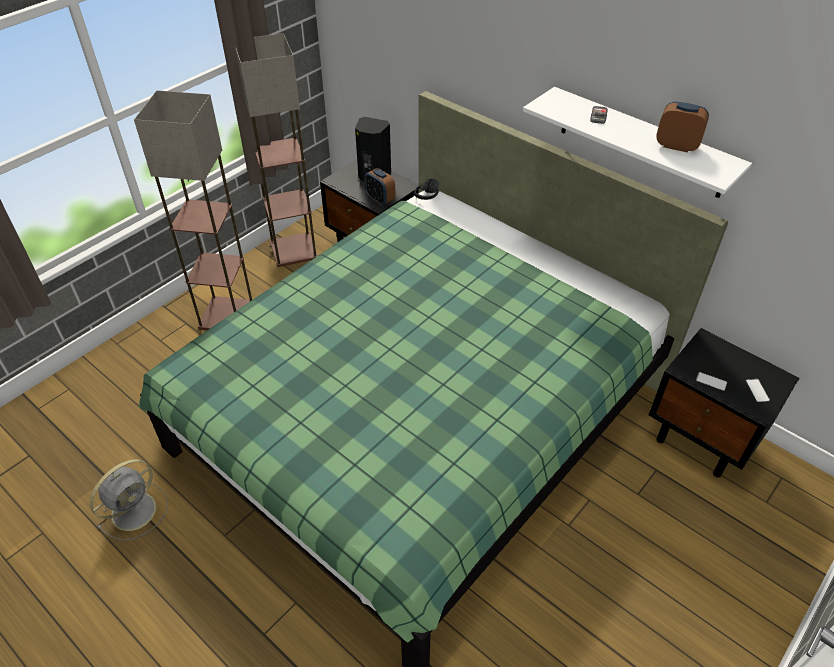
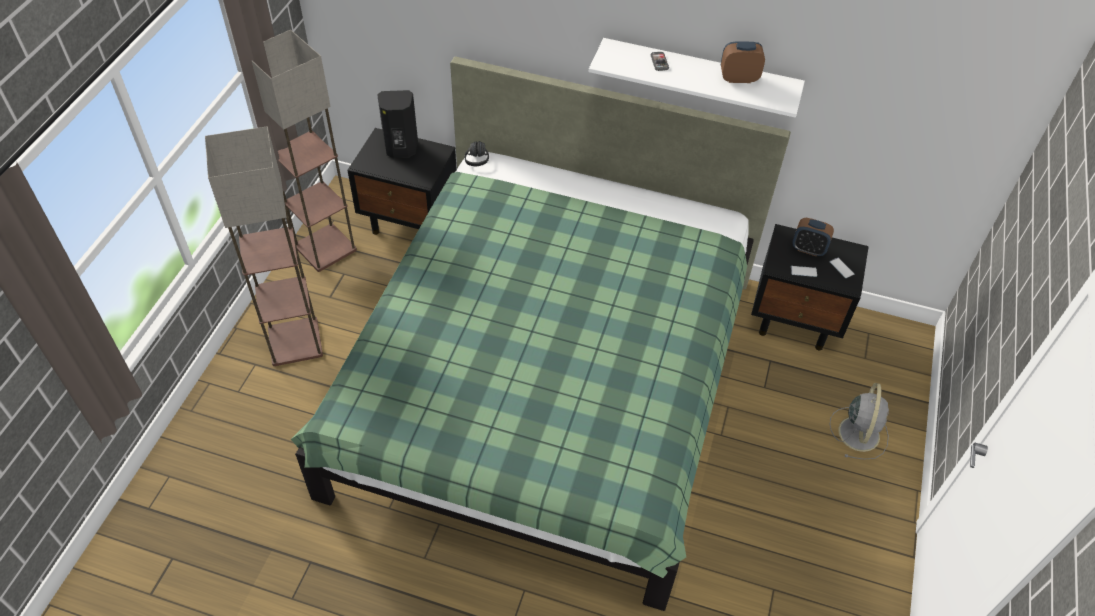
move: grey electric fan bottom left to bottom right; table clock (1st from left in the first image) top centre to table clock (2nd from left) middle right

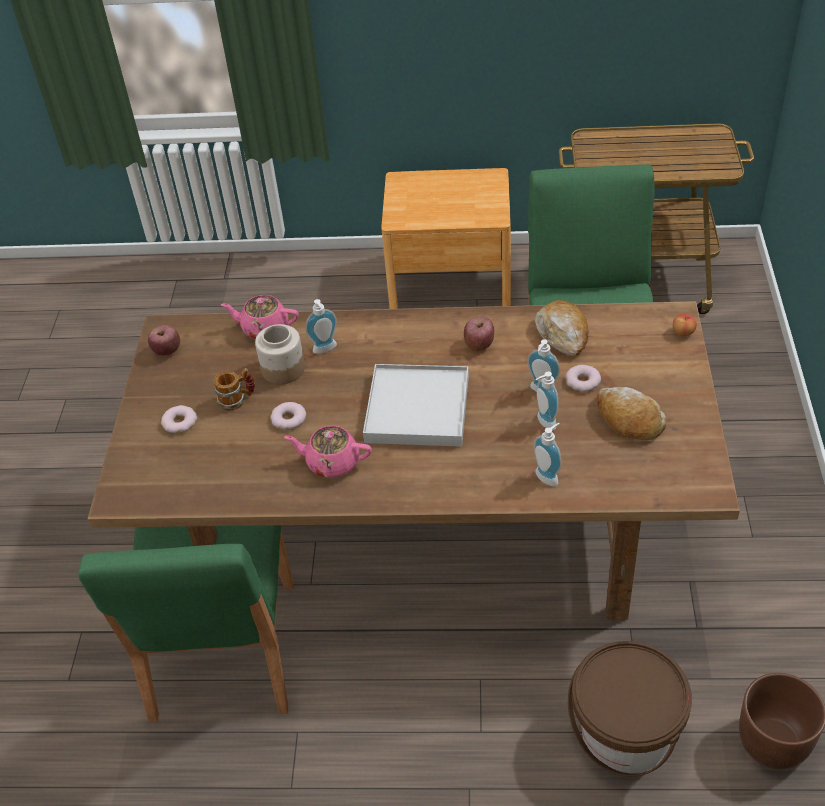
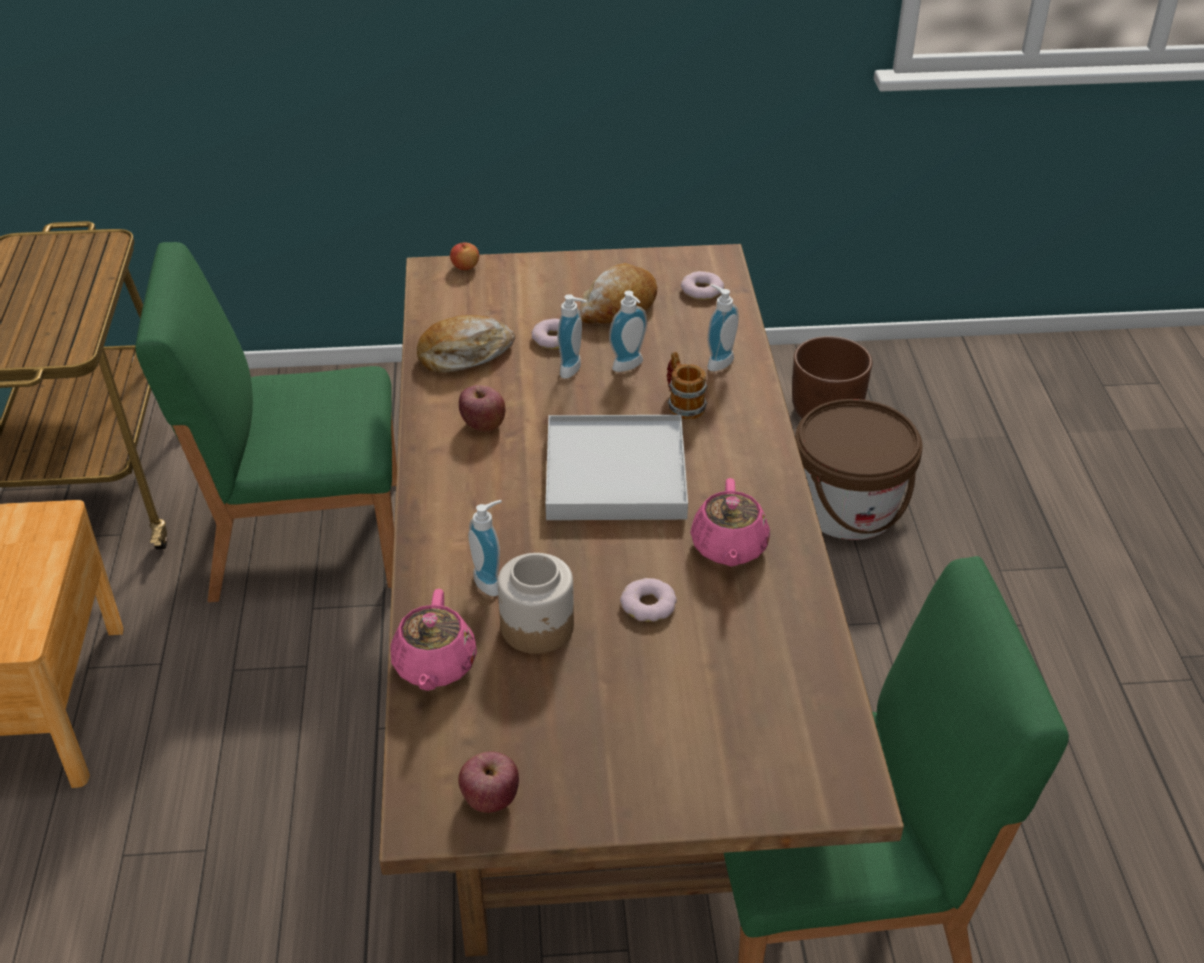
move: donut (1st from left in the first image) middle left to donut (3rd from left) top centre; mug middle left to centre

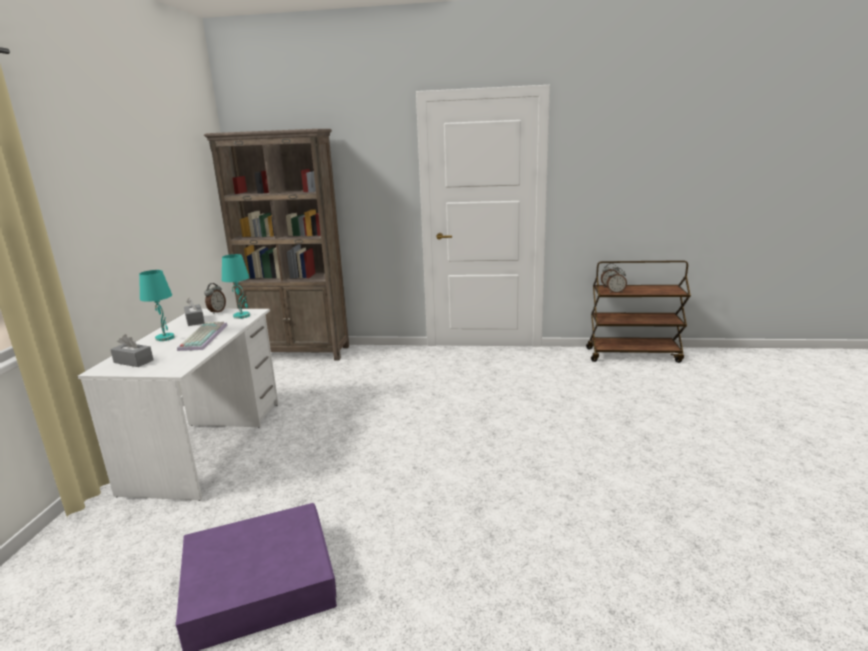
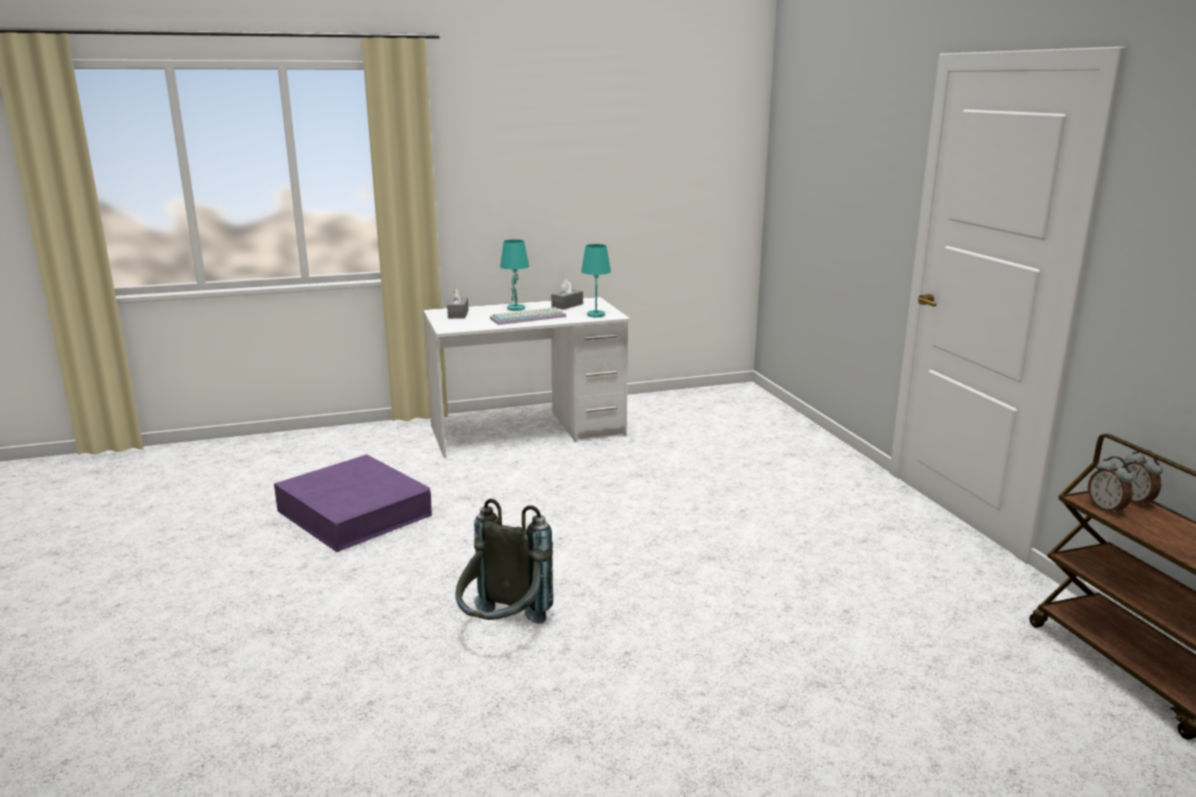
delete: brown shelving unit middle left; table clock (1st from left) middle left
insert: grey knapsack bottom centre

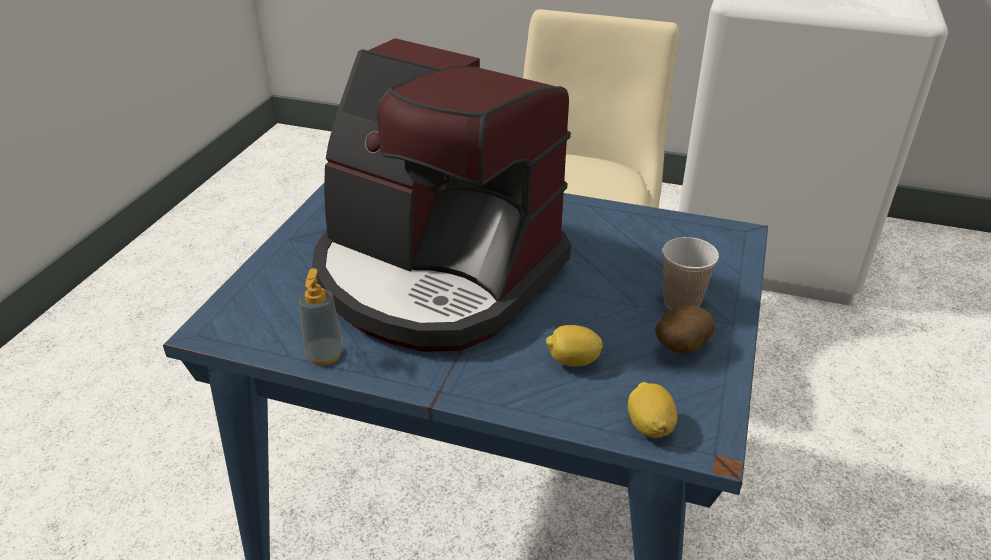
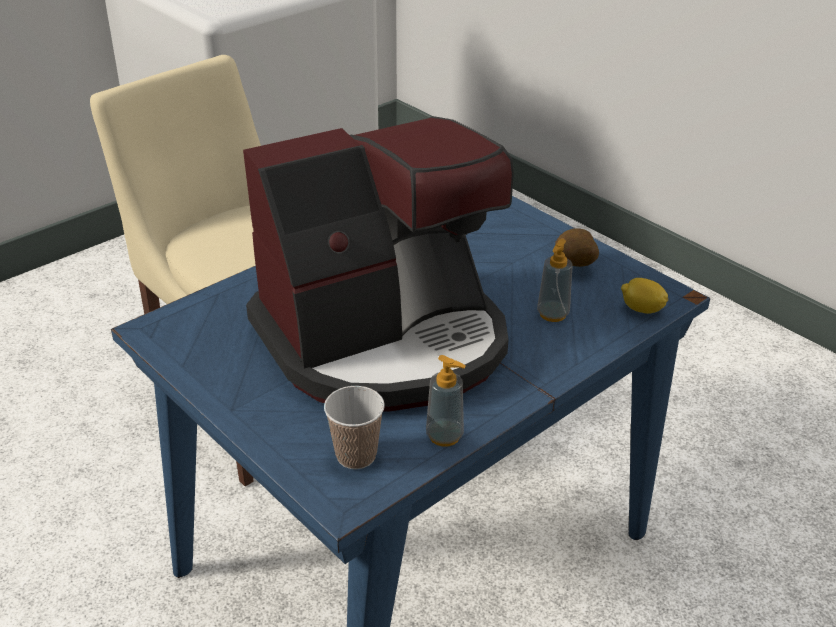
move: small cup middle right to bottom centre
replace: whole lemon (1st from left) centre to liquid soap bottle (2nd from left) centre

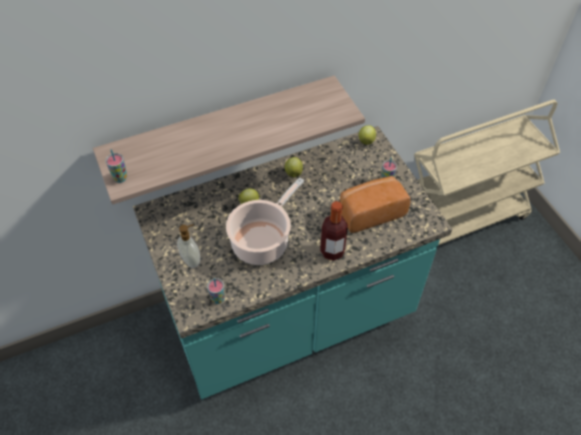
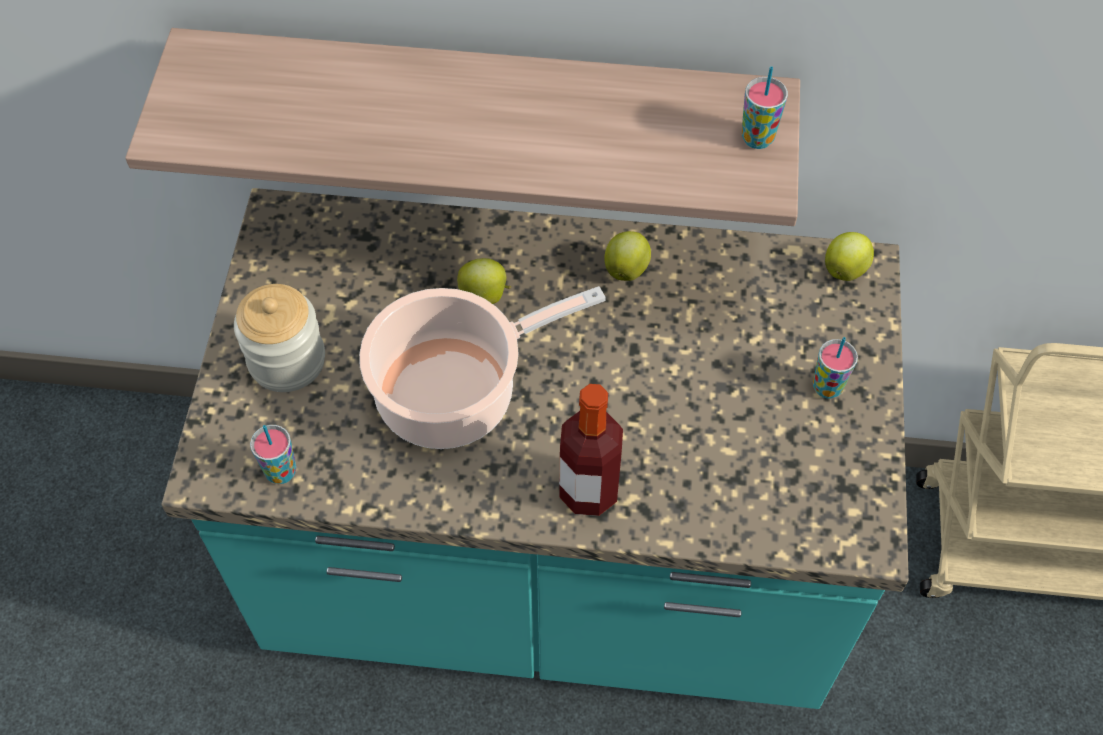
delete: baked bread centre
move: small cup (1st from left in the first image) middle left to small cup (2nd from left) top right
replace: liquid soap bottle middle left to preserve jar middle left

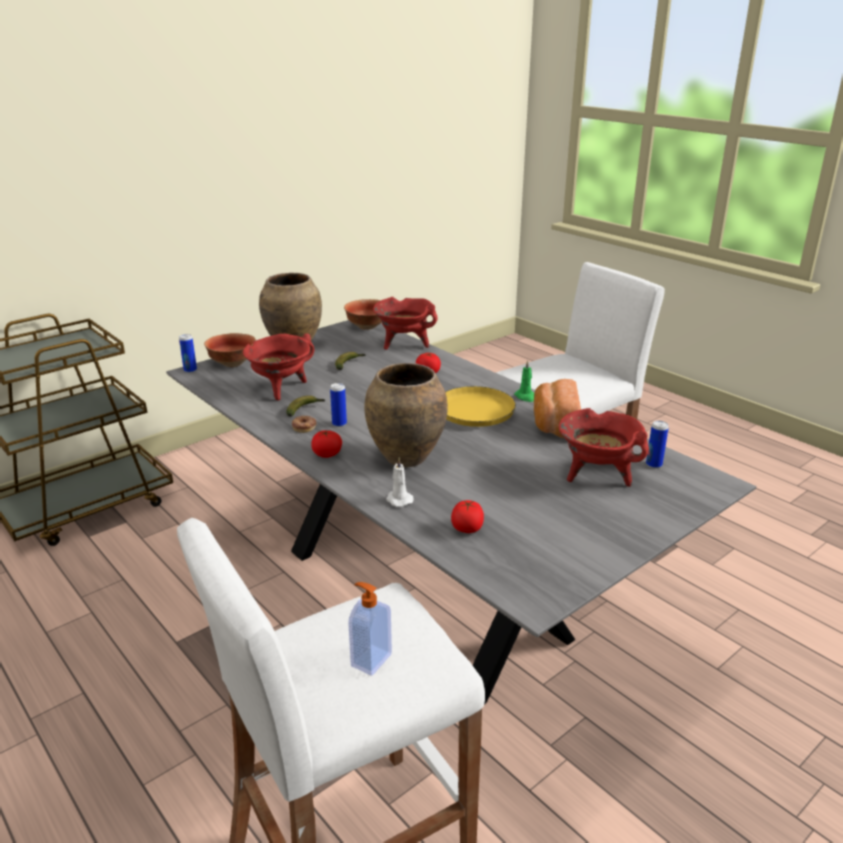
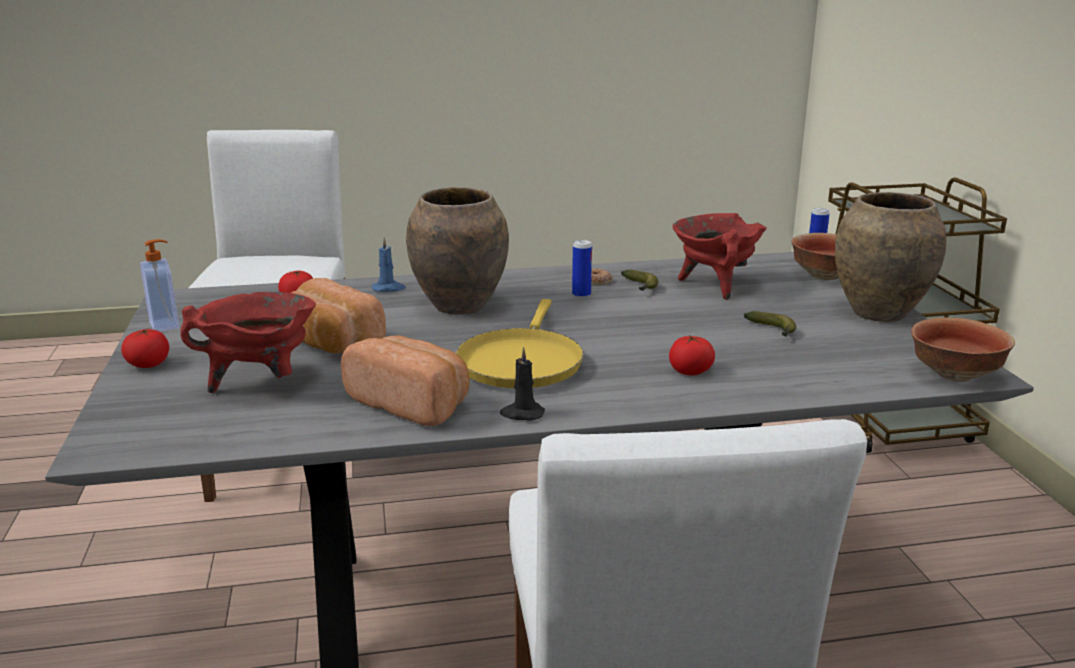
delete: red stockpot (2nd from left) centre; sealed can (3rd from left) middle right
insert: baked bread (1st from left) middle left
move: fresh tomato (1st from left) centre to middle left; liquid soap bottle bottom centre to middle left
recolor: white candle centre to blue candle centre; green candle centre to blackish candle centre

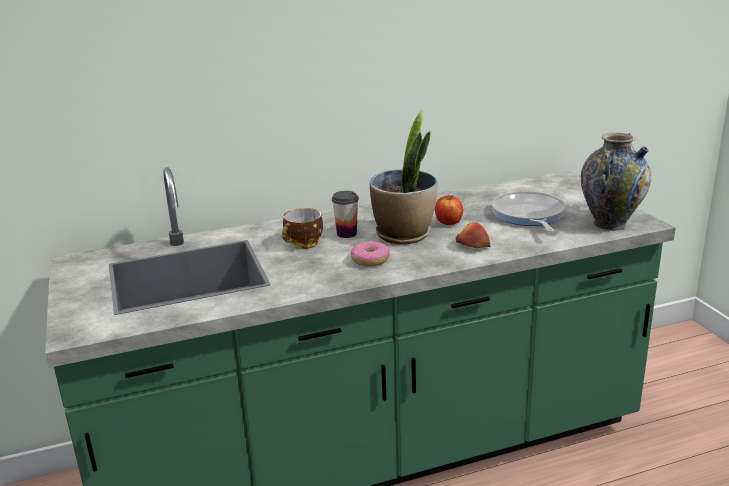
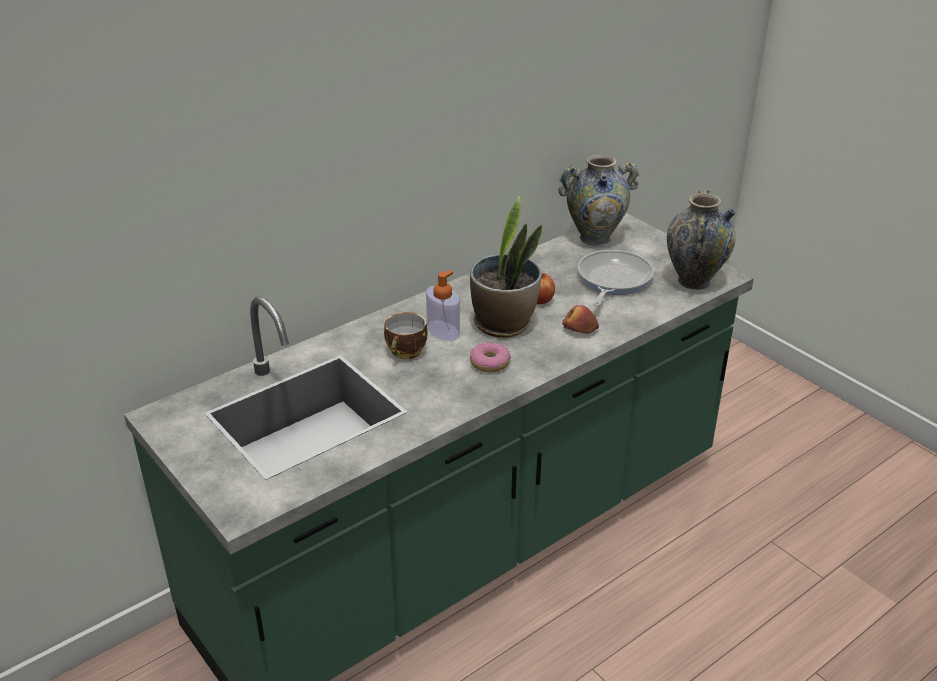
insert: decorative vase (1st from left) top centre
replace: small cup (2nd from left) centre to liquid soap bottle centre
rotate: pan middle right = centre 45 degrees clockwise

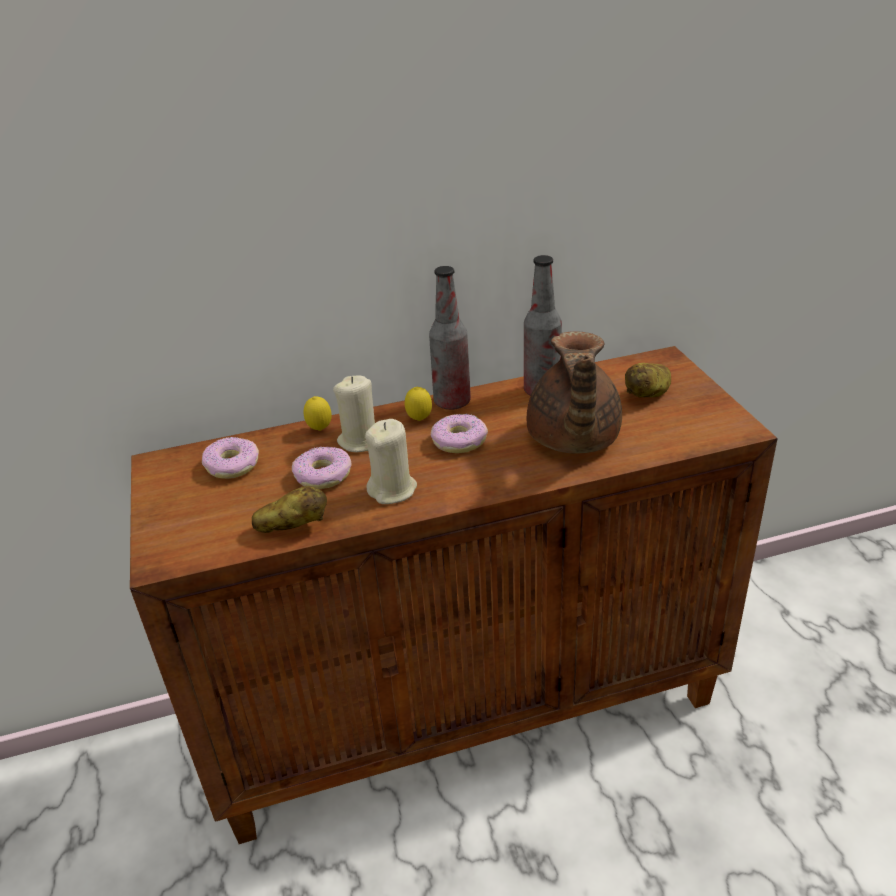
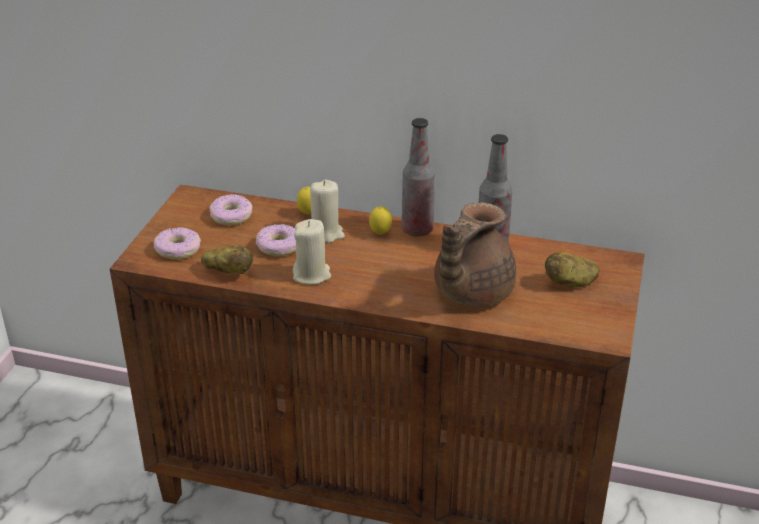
move: donut (3rd from left in the first image) centre to donut (1st from left) middle left

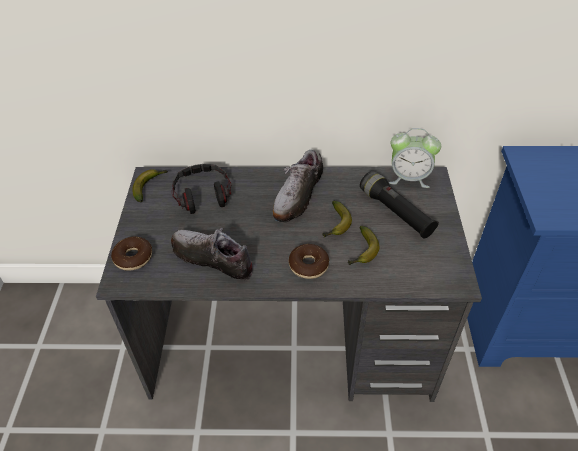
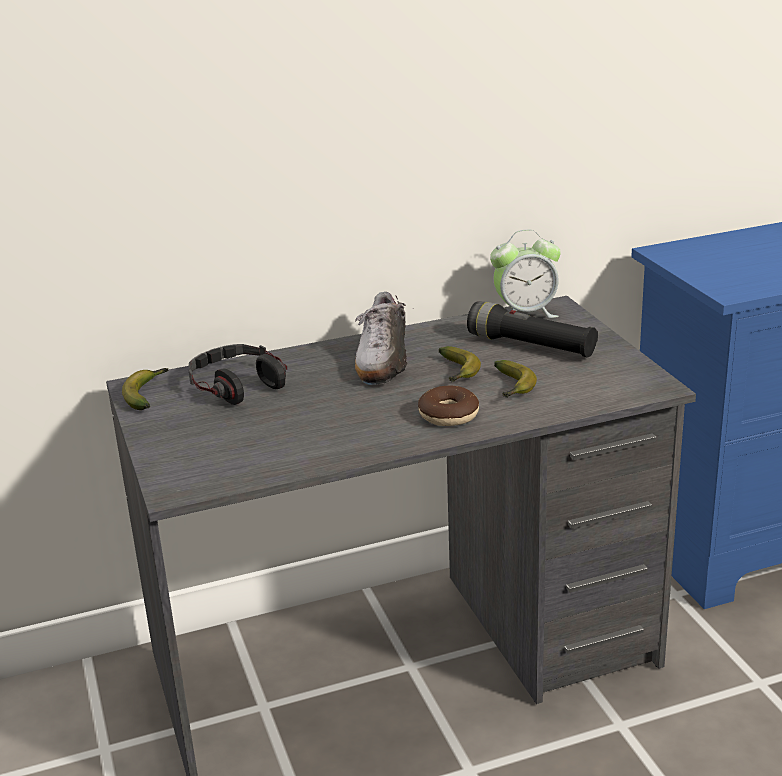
delete: donut (1st from left) middle left; low shoe (1st from left) centre

